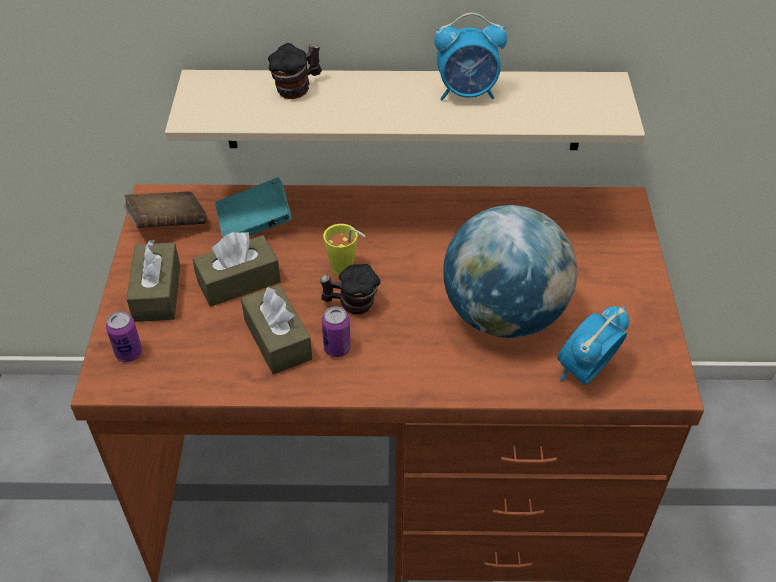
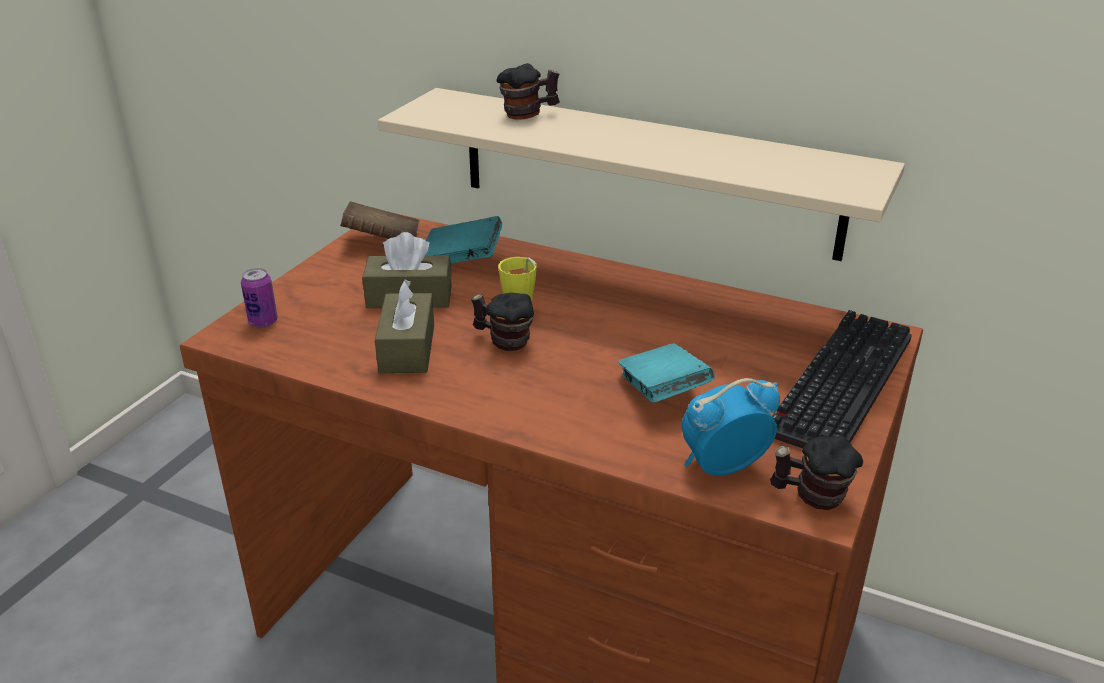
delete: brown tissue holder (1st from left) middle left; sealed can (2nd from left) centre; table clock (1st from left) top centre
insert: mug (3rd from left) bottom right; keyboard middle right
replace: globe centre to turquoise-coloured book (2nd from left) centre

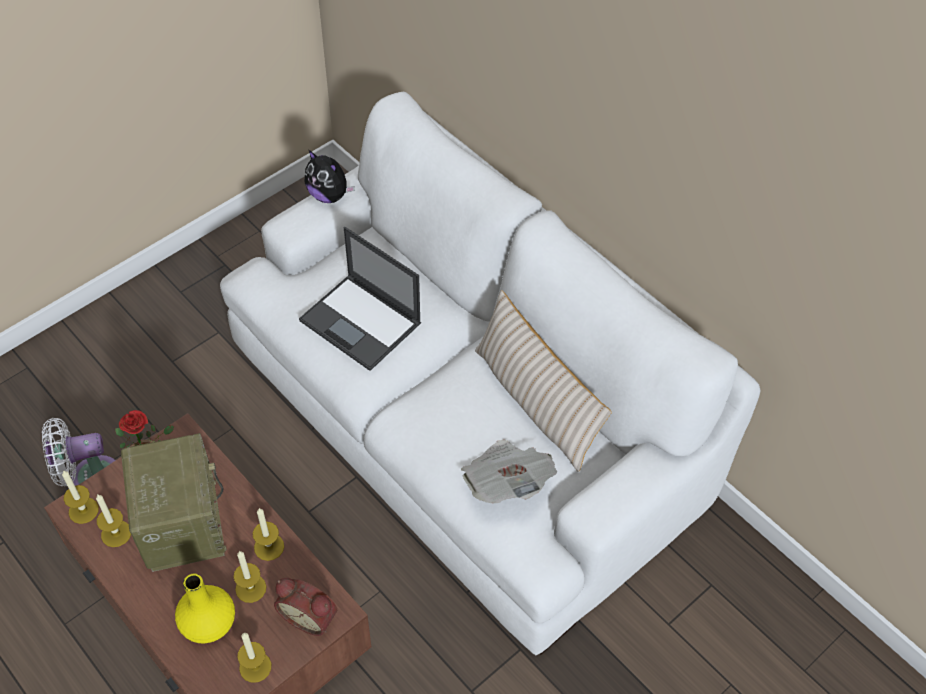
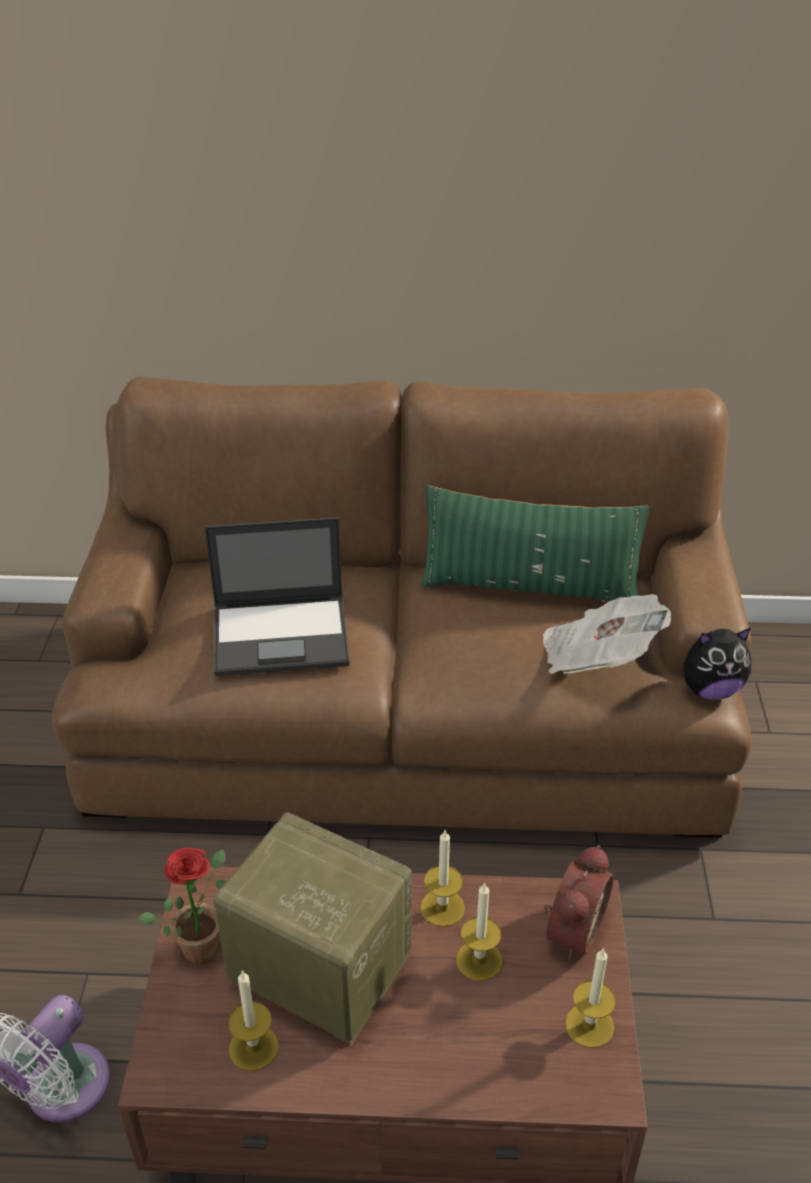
delete: candle (1st from left) bottom left; yellowish decorative vase bottom left
move: plush toy top centre to middle right
recolor: white settee centre to brown settee centre; sand-coloured cushion centre to green cushion centre
rotate: table clock bottom left = bottom right 45 degrees counterclockwise

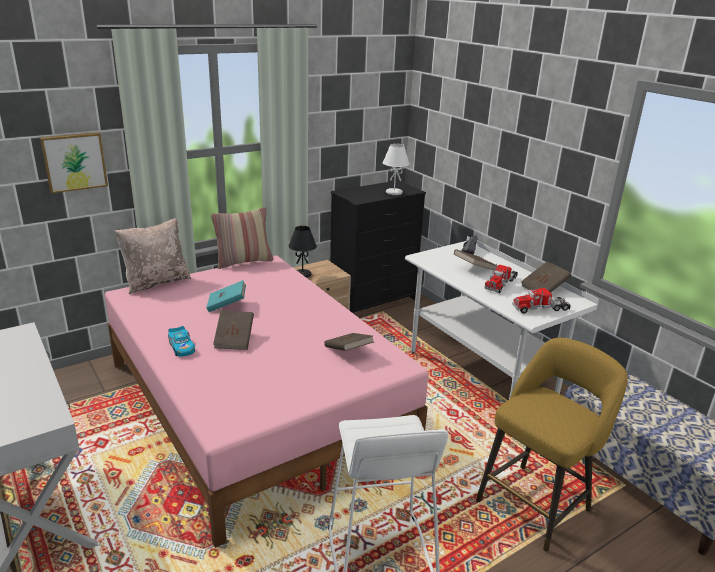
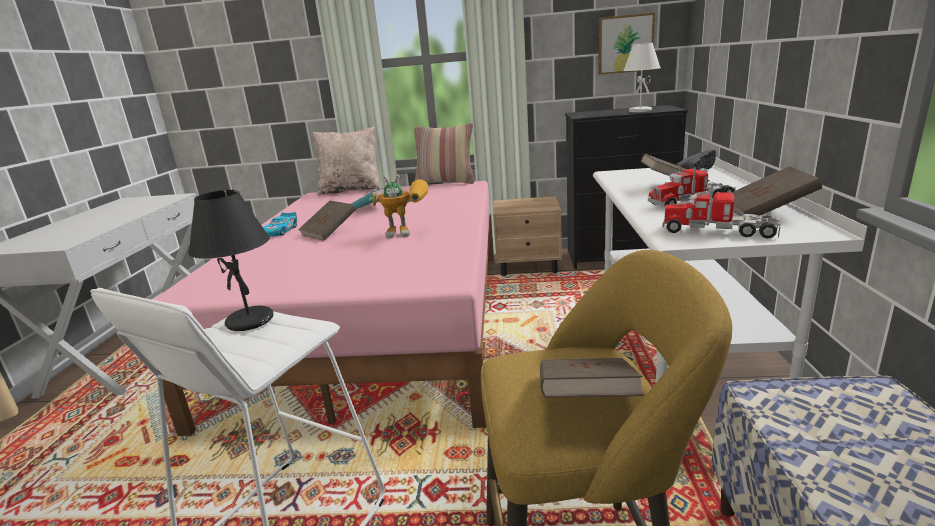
insert: robot figure centre
move: wall picture top left to top right; blackish lamp for a table centre to middle left; brown book (2nd from left) centre to bottom centre

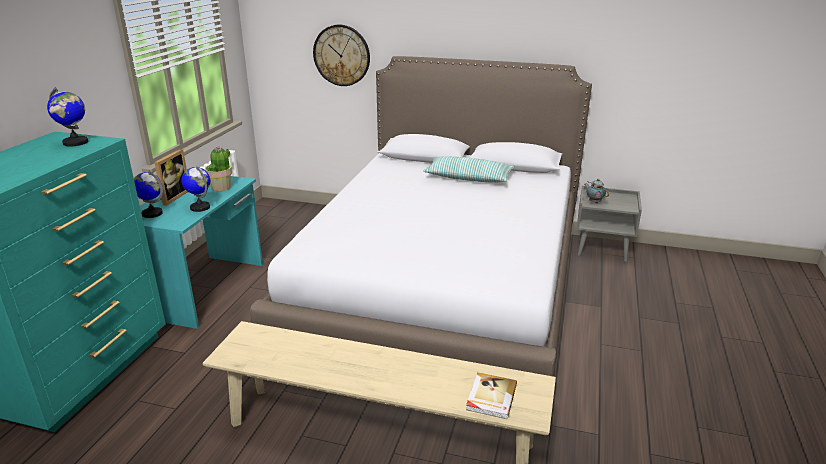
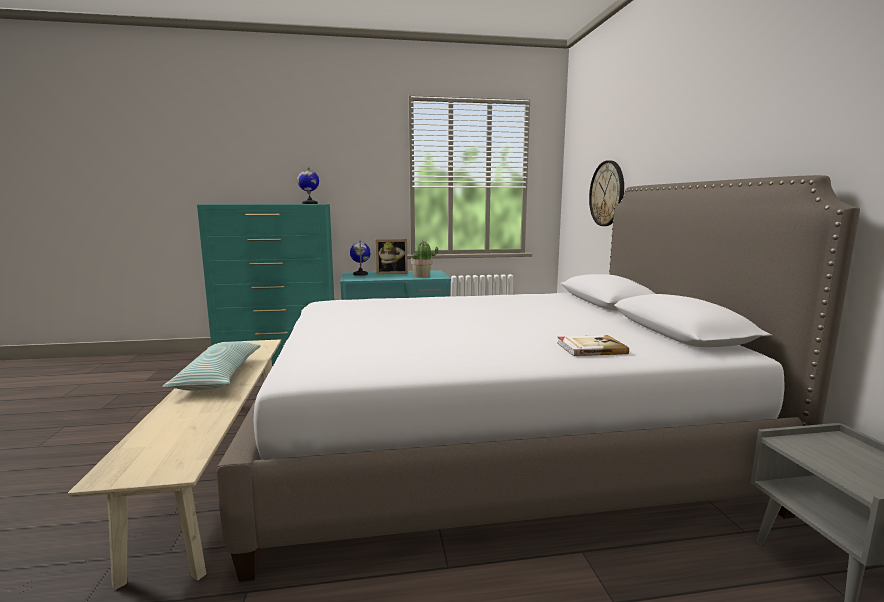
delete: globe (3rd from left) middle left; pot for tea middle right
move: cushion centre to middle left; book bottom centre to middle right

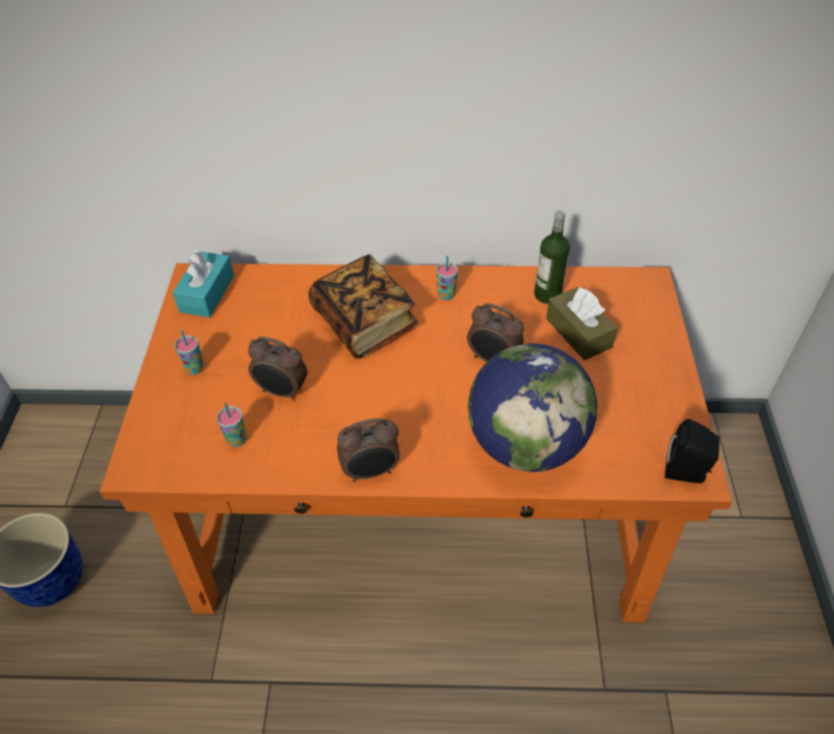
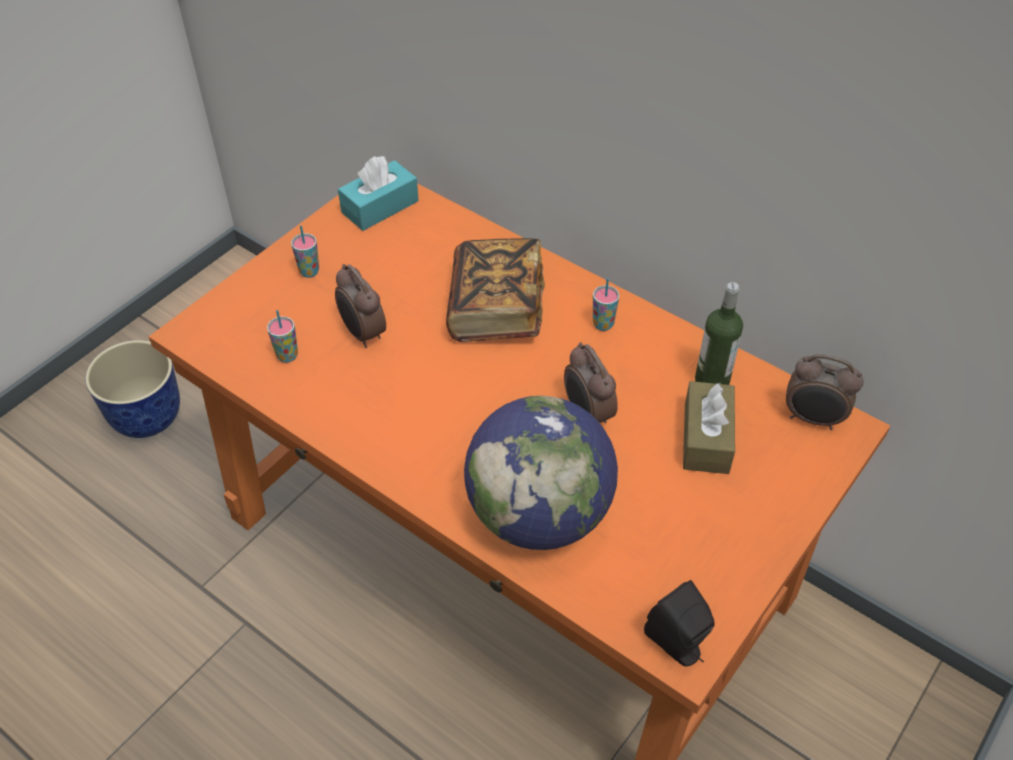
move: table clock (2nd from left in the first image) centre to table clock (3rd from left) middle right

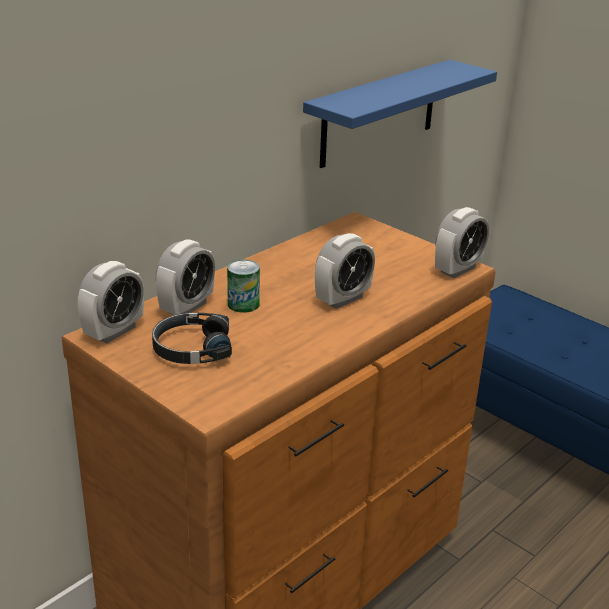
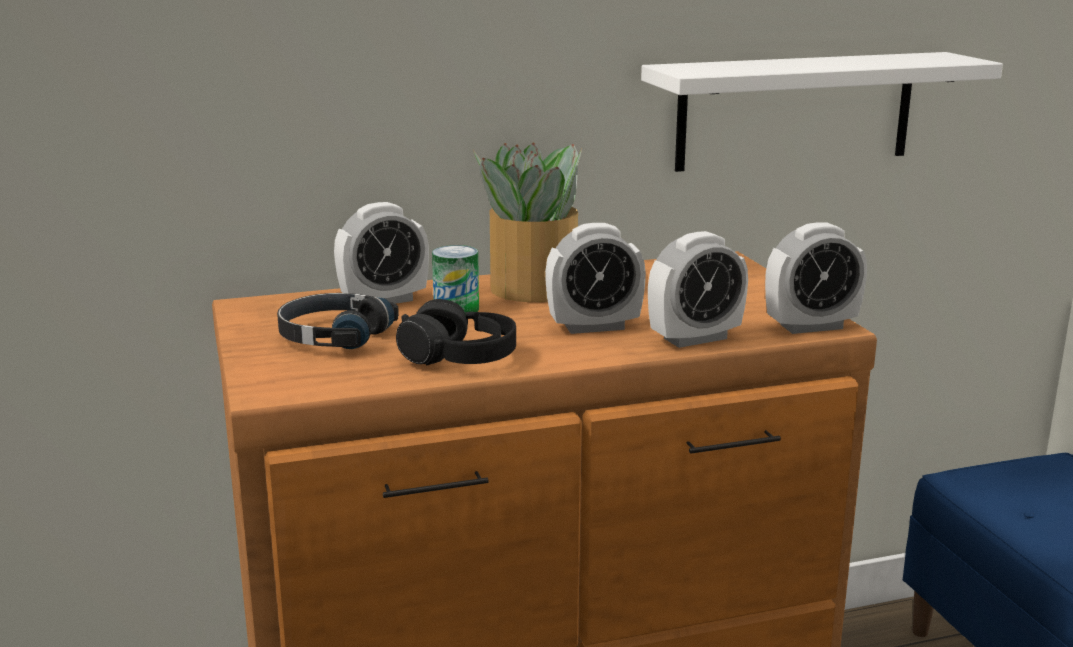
insert: blackish pair of headphones (2nd from left) centre; plant in a pot centre
move: table clock (1st from left in the first image) middle left to table clock (3rd from left) centre
recolor: blue bracket shelf top centre to white bracket shelf top right

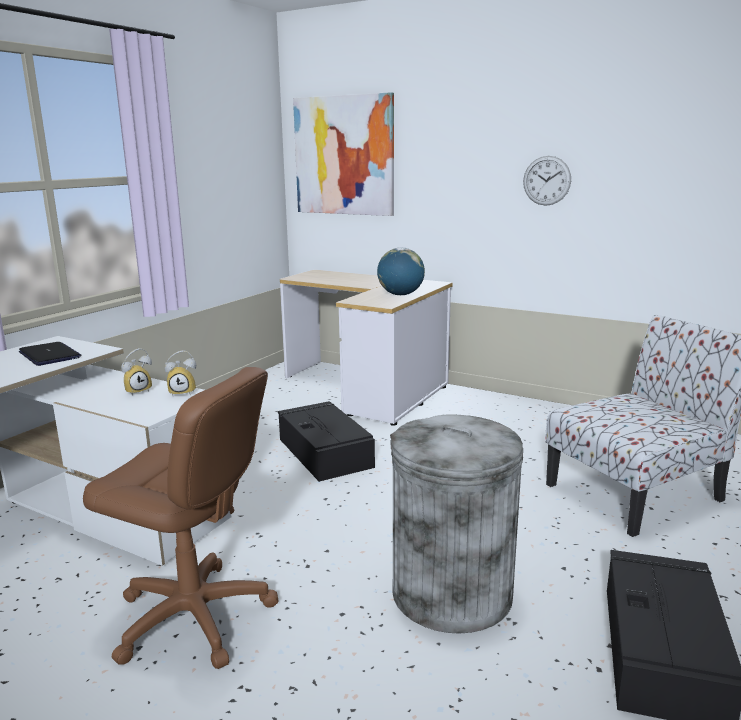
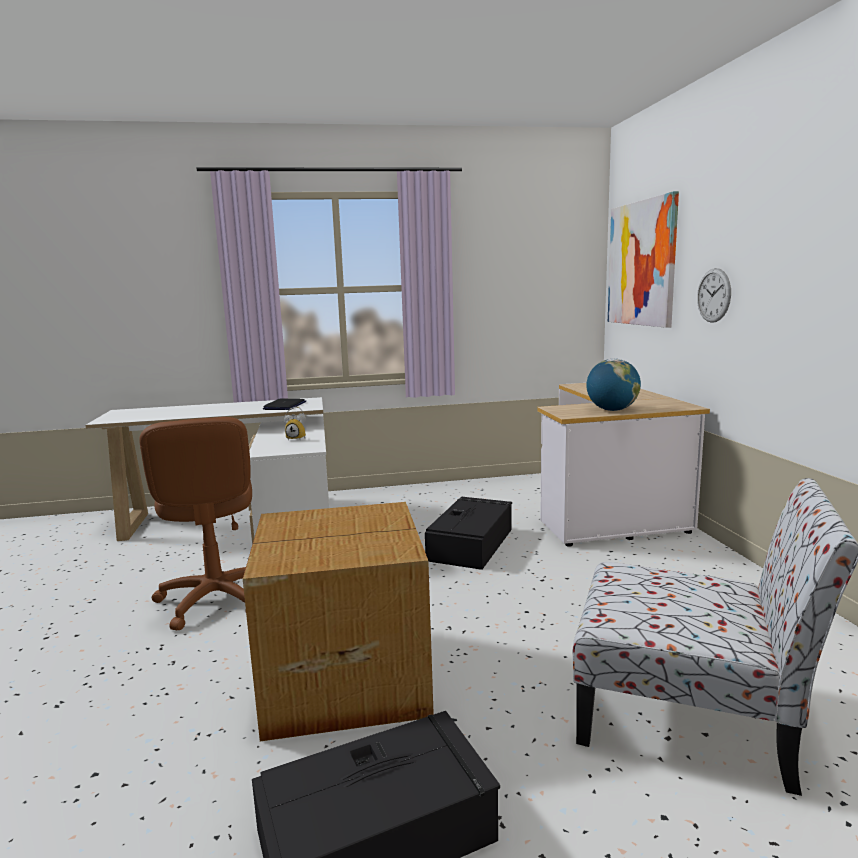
delete: table clock (2nd from left) middle left
move: wall clock top right to middle right
replace: grey waste bin bottom centre to cardboard box bottom centre

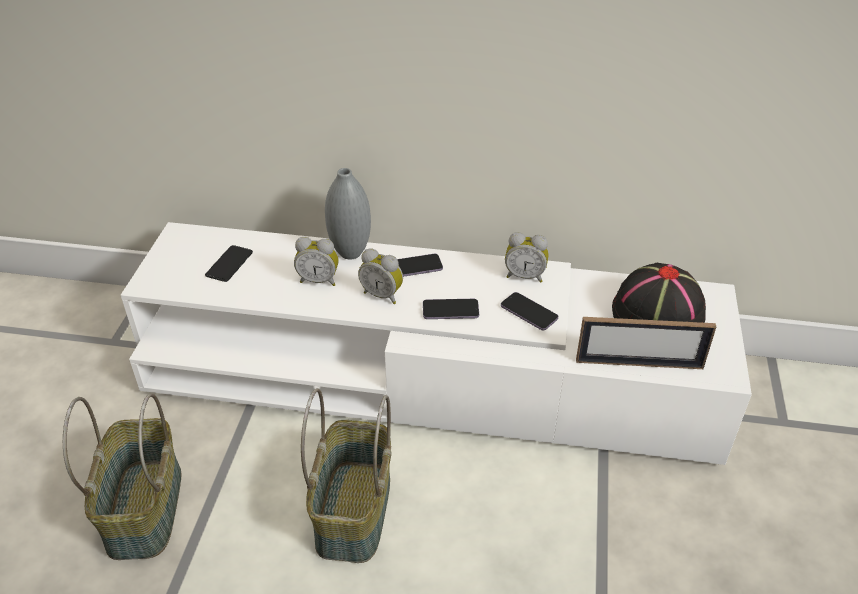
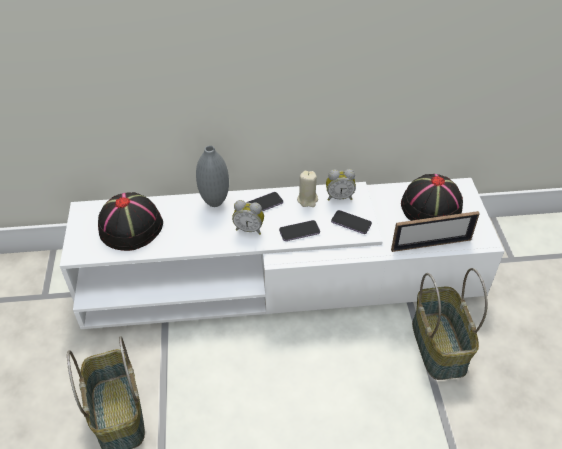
delete: table clock (1st from left) centre
insert: sand-coloured candle centre
move: household basket (2nd from left) bottom centre to bottom right
replace: telephone (1st from left) middle left to blackish clothing hat (1st from left) middle left

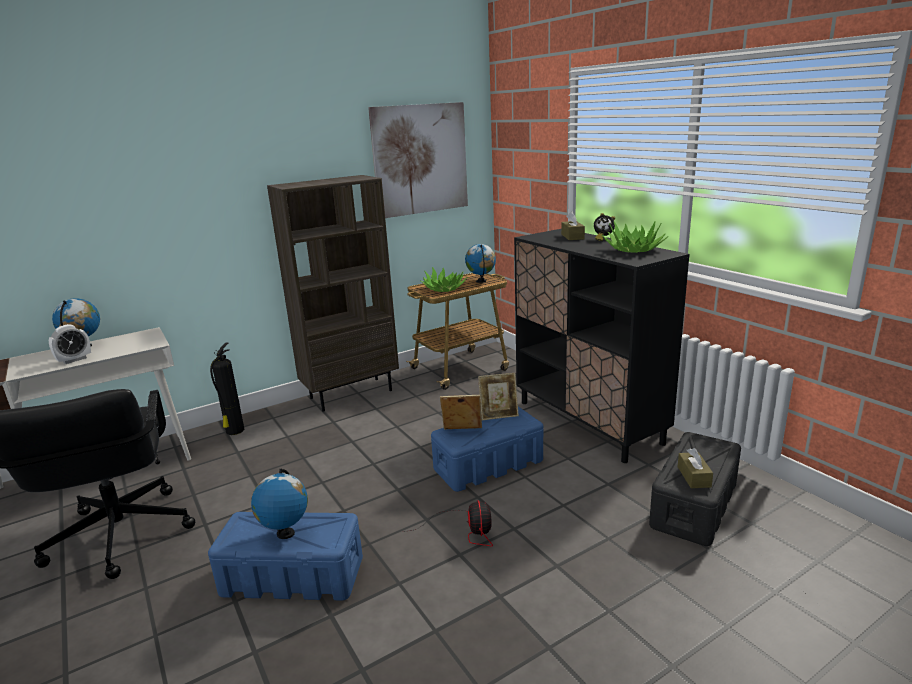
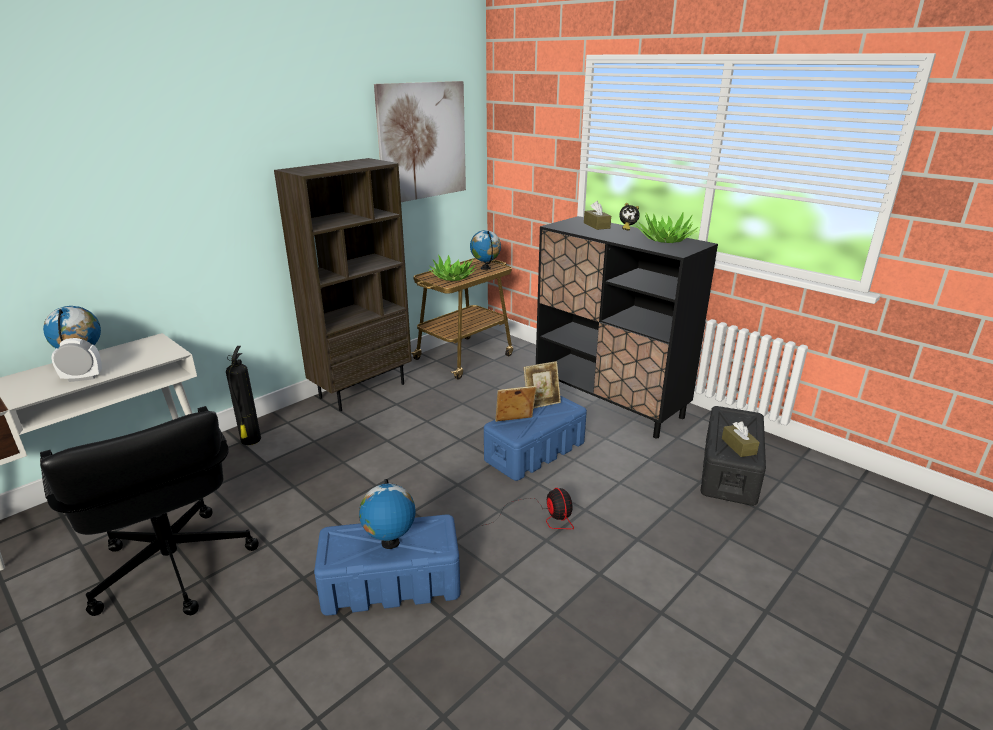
rotate: table clock (1st from left) middle left = middle left 135 degrees counterclockwise

